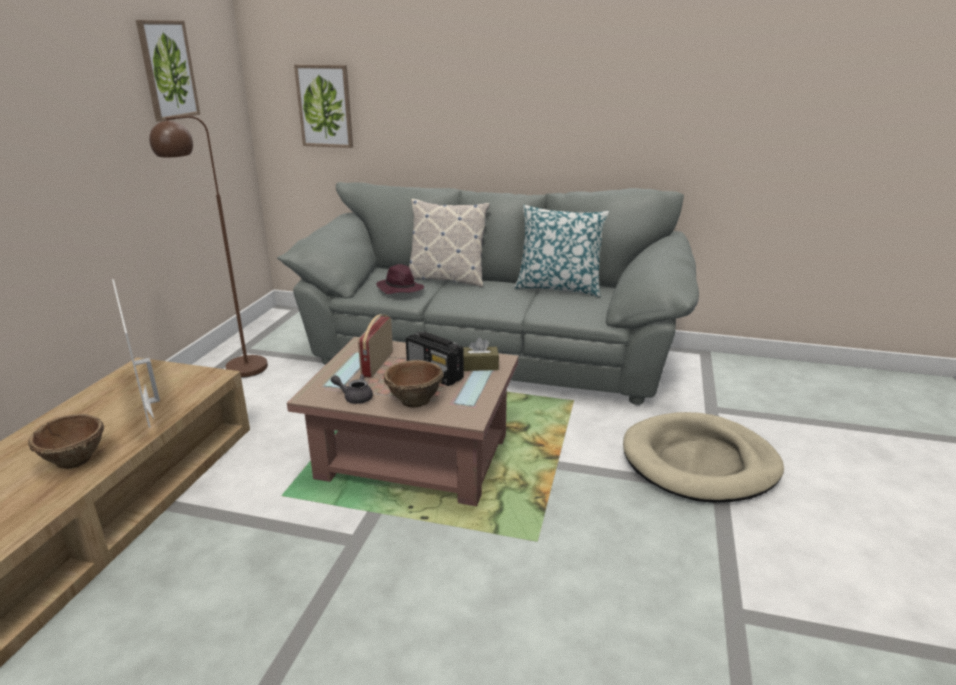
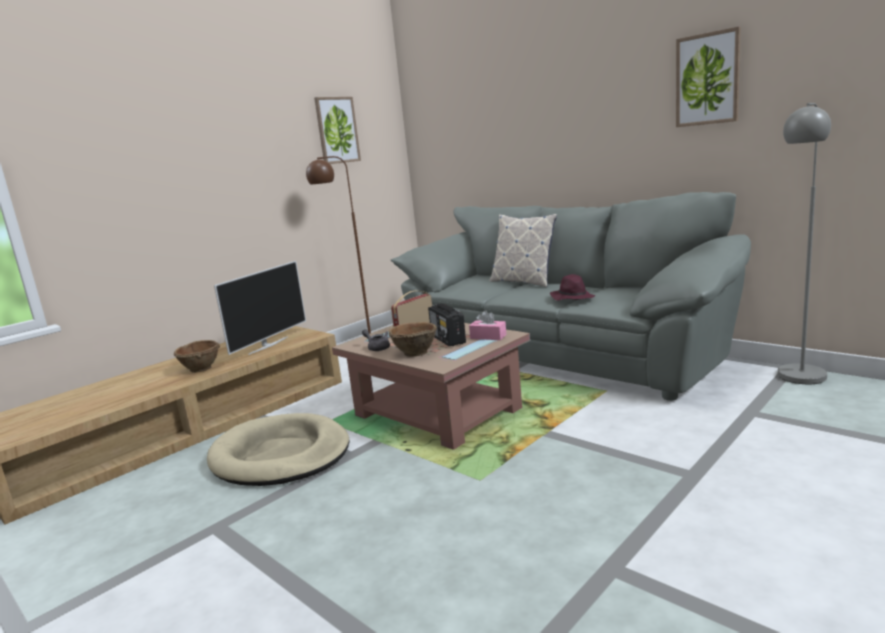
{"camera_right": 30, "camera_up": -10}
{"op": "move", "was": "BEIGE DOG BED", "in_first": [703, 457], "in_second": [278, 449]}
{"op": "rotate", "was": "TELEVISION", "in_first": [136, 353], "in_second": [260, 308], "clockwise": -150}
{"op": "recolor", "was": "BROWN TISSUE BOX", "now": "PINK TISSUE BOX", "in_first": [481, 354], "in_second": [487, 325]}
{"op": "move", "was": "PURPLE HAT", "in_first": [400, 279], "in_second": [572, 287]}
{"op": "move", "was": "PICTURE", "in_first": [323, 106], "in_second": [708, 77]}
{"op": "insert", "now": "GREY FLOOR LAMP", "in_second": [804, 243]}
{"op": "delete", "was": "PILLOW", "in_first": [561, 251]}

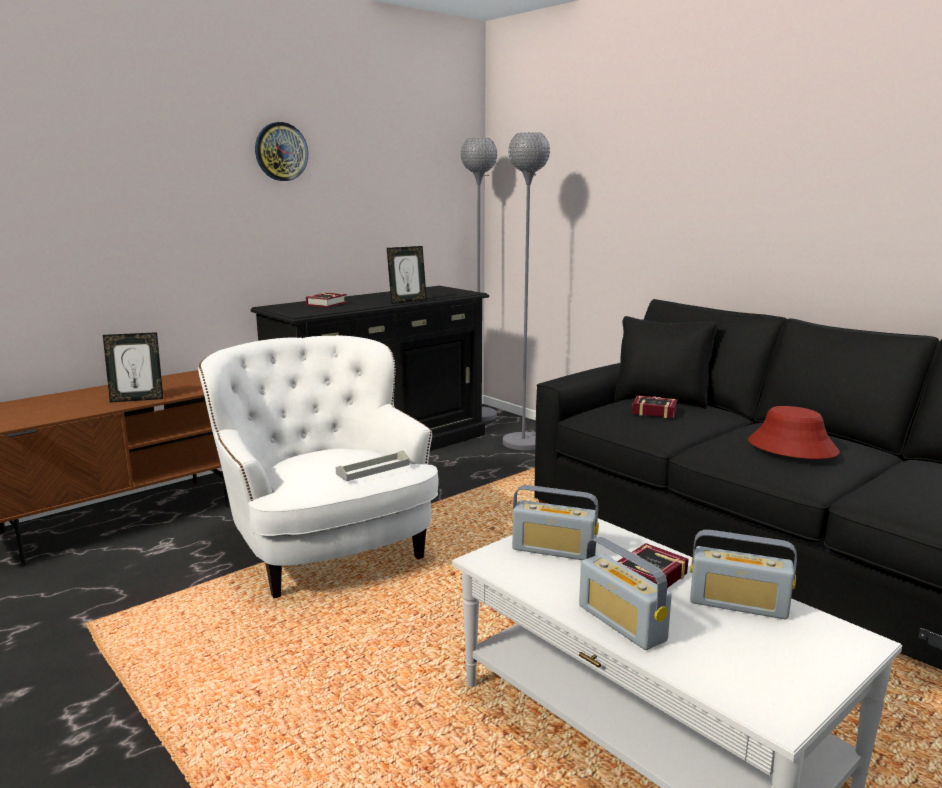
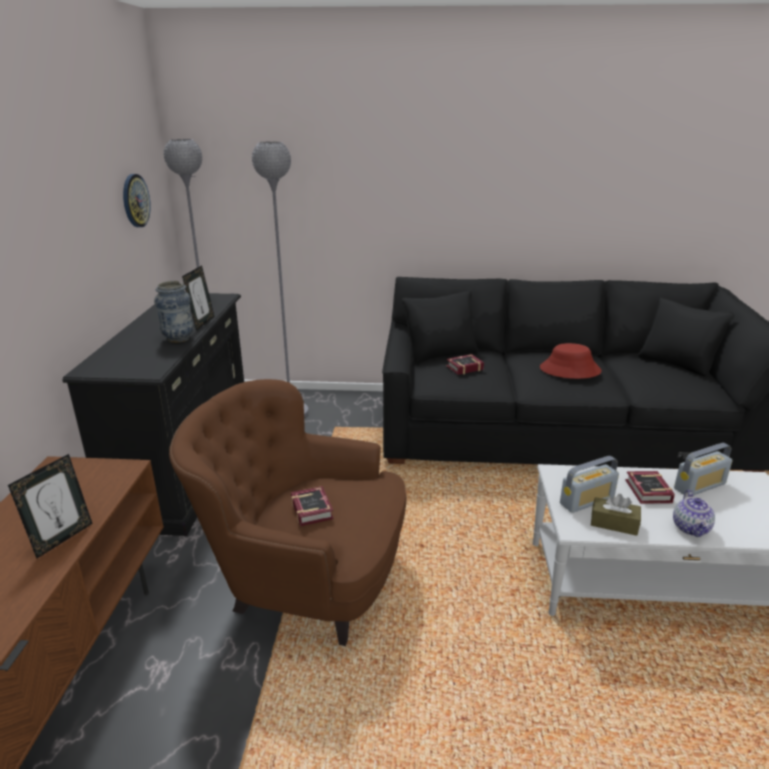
{"camera_right": -45, "camera_up": 10}
{"op": "move", "was": "WALL CLOCK", "in_first": [281, 151], "in_second": [137, 200]}
{"op": "insert", "now": "VASE", "in_second": [174, 312]}
{"op": "recolor", "was": "WHITE ARMCHAIR", "now": "BROWN ARMCHAIR", "in_first": [318, 467], "in_second": [287, 512]}
{"op": "move", "was": "BOOK", "in_first": [326, 300], "in_second": [312, 506]}
{"op": "insert", "now": "BROWN TISSUE BOX", "in_second": [616, 515]}
{"op": "replace", "was": "RADIO", "now": "TEAPOT", "in_first": [625, 593], "in_second": [694, 513]}
{"op": "delete", "was": "GREY TRAY", "in_first": [373, 465]}

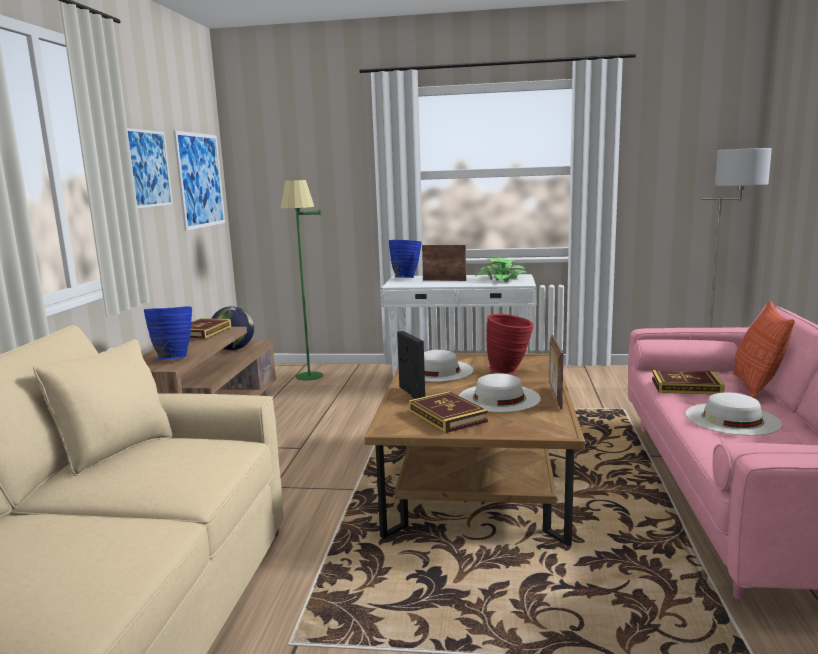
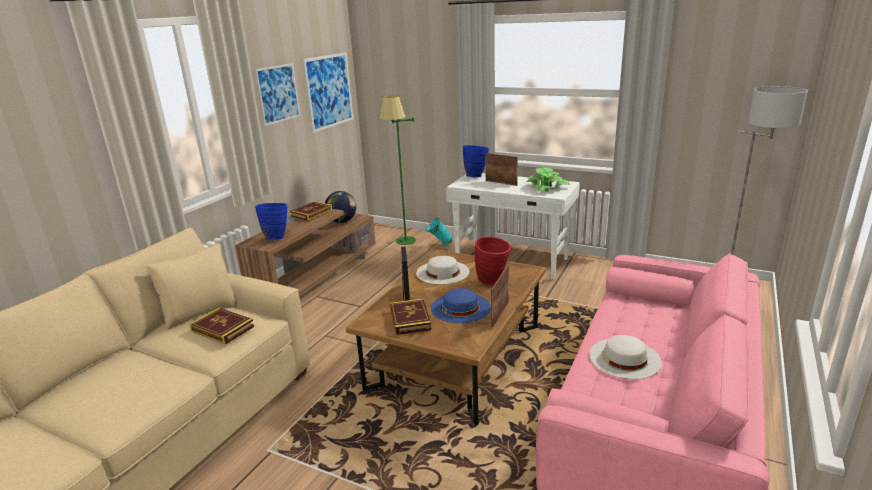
{"camera_right": 20, "camera_up": 10}
{"op": "move", "was": "BOOK", "in_first": [688, 382], "in_second": [221, 326]}
{"op": "insert", "now": "TURQUOISE VASE", "in_second": [440, 231]}
{"op": "recolor", "was": "WHITE HAT", "now": "BLUE HAT", "in_first": [500, 392], "in_second": [461, 305]}
{"op": "delete", "was": "ORANGE PILLOW", "in_first": [764, 350]}

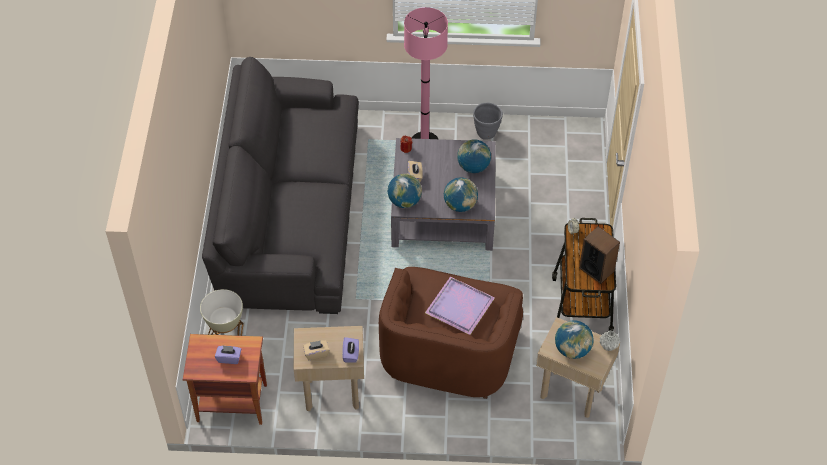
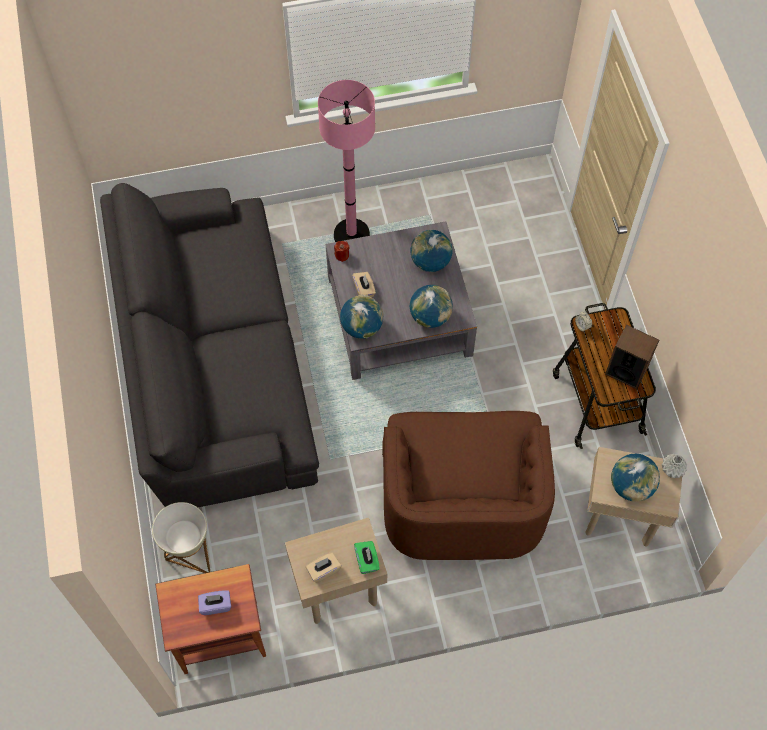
{"camera_right": -15, "camera_up": 10}
{"op": "recolor", "was": "PURPLE TISSUE BOX", "now": "GREEN TISSUE BOX", "in_first": [350, 350], "in_second": [367, 557]}
{"op": "delete", "was": "PURPLE TRAY", "in_first": [460, 306]}
{"op": "delete", "was": "GREY PLANTER", "in_first": [488, 121]}

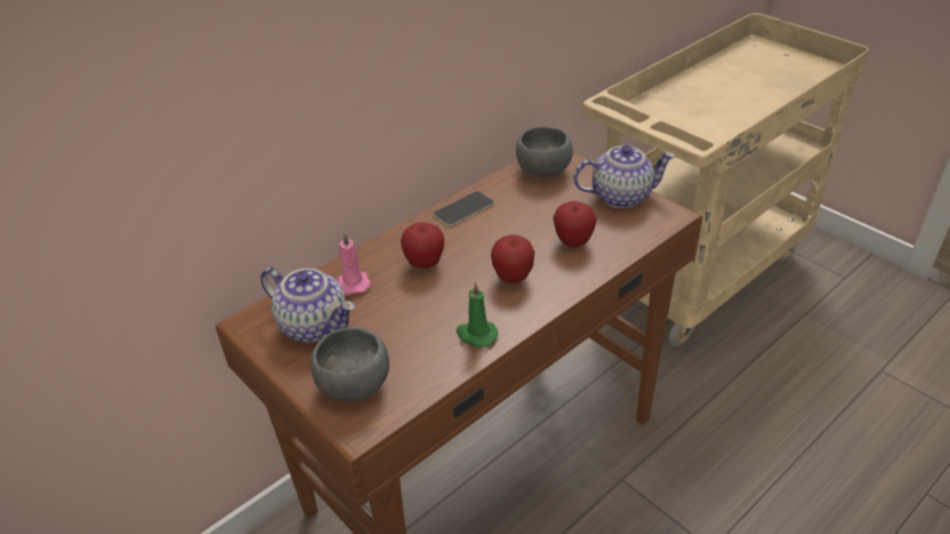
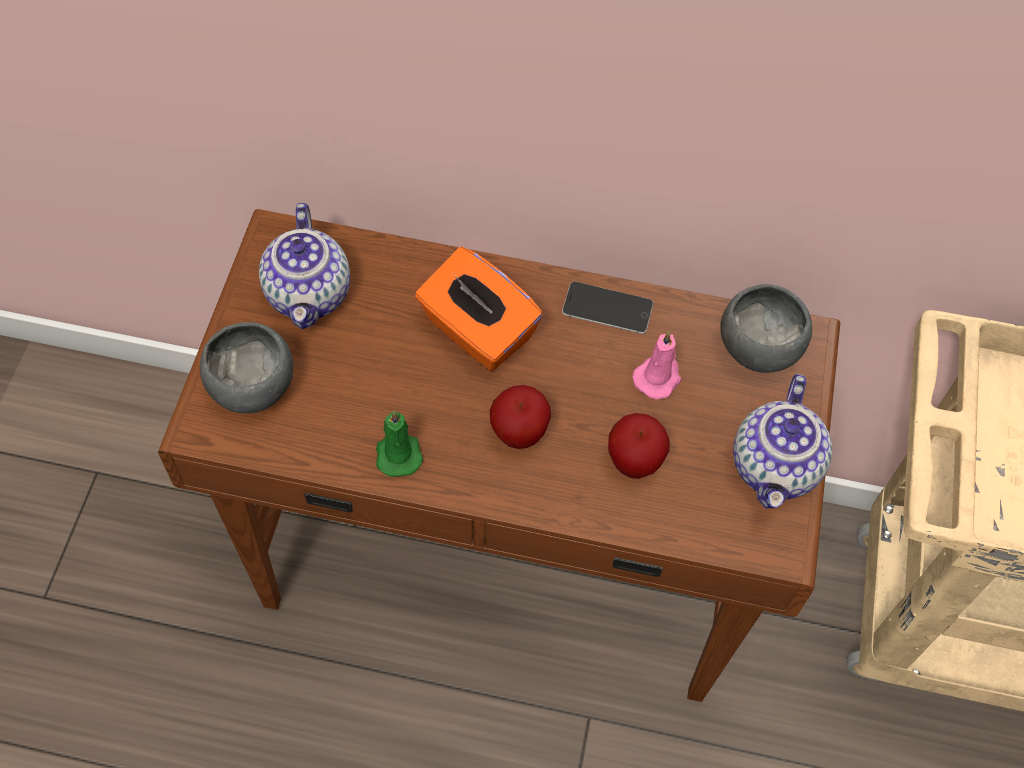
{"camera_right": 50, "camera_up": 20}
{"op": "replace", "was": "APPLE", "now": "ORANGE TISSUE BOX", "in_first": [423, 245], "in_second": [479, 309]}
{"op": "move", "was": "PINK CANDLE", "in_first": [354, 263], "in_second": [656, 365]}
{"op": "rotate", "was": "TEAPOT", "in_first": [624, 176], "in_second": [782, 441], "clockwise": 60}

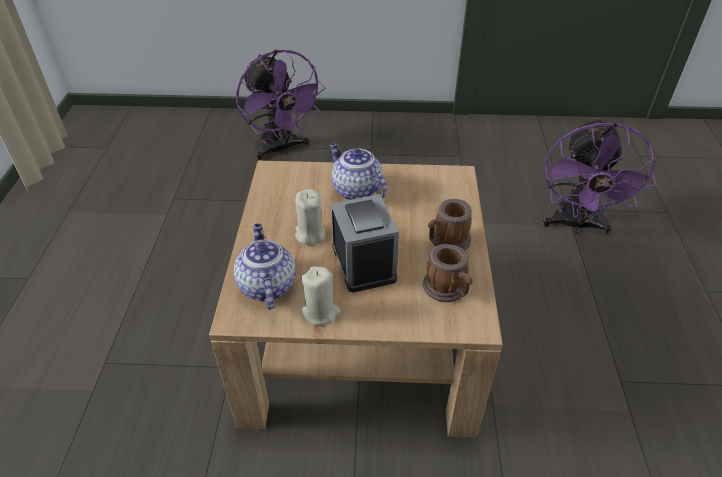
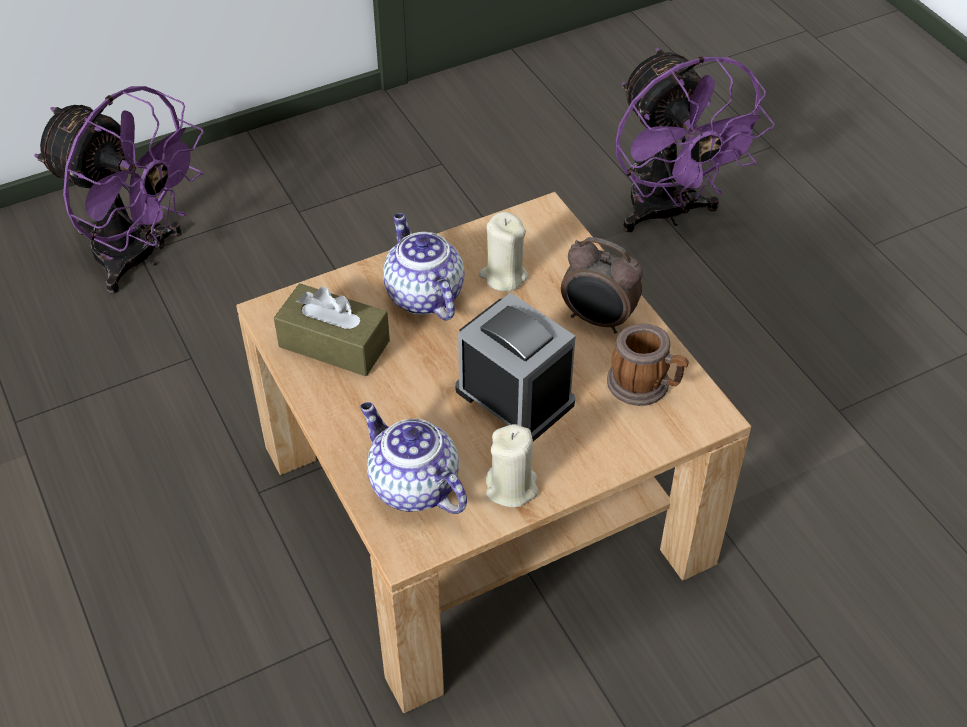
{"camera_right": -30, "camera_up": 5}
{"op": "insert", "now": "BROWN TISSUE BOX", "in_second": [332, 329]}
{"op": "rotate", "was": "TEAPOT", "in_first": [358, 171], "in_second": [424, 267], "clockwise": 45}
{"op": "move", "was": "BEIGE CANDLE", "in_first": [310, 217], "in_second": [504, 252]}
{"op": "replace", "was": "MUG", "now": "ALARM CLOCK", "in_first": [450, 224], "in_second": [602, 285]}

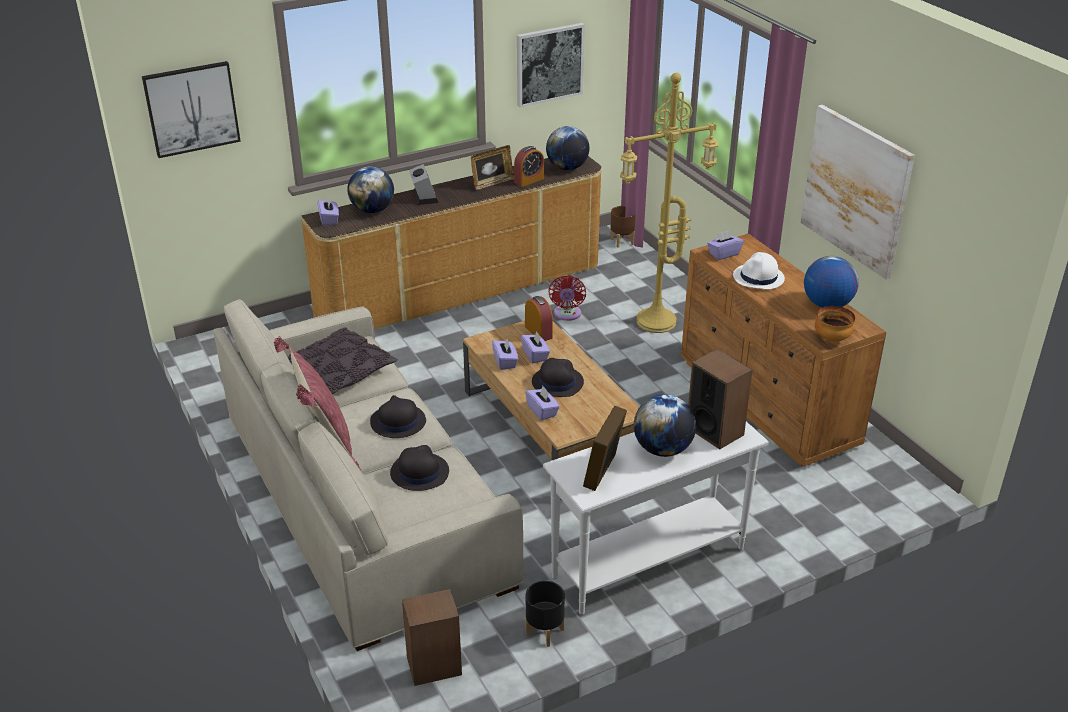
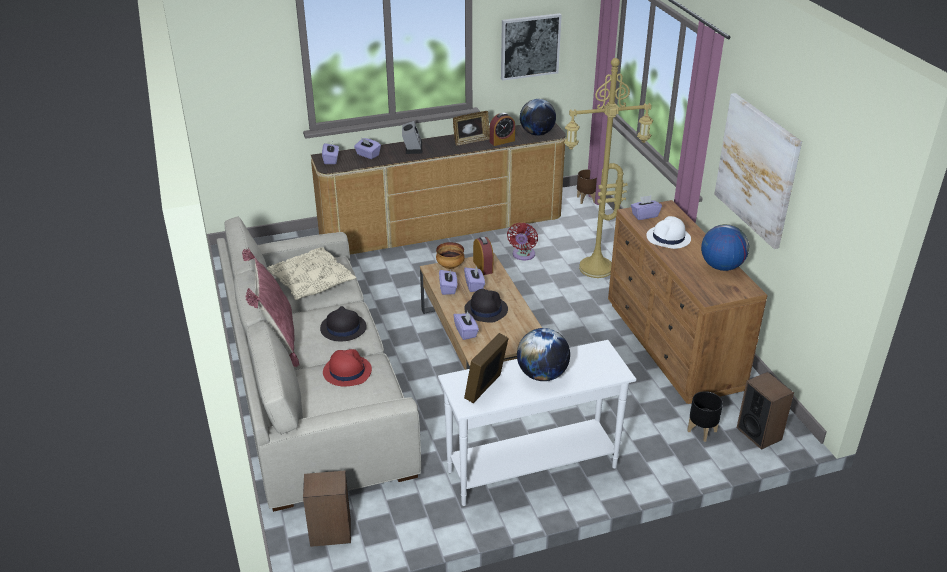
{"camera_right": 10, "camera_up": 0}
{"op": "recolor", "was": "BLACK PILLOW", "now": "BEIGE PILLOW", "in_first": [342, 360], "in_second": [311, 273]}
{"op": "recolor", "was": "BLACK HAT", "now": "RED HAT", "in_first": [419, 468], "in_second": [347, 367]}
{"op": "replace", "was": "GLOBE", "now": "PURPLE TISSUE BOX", "in_first": [370, 189], "in_second": [367, 148]}
{"op": "move", "was": "BOWL", "in_first": [835, 324], "in_second": [450, 255]}
{"op": "move", "was": "BLACK PLANTER", "in_first": [545, 614], "in_second": [705, 416]}
{"op": "move", "was": "SPEAKER", "in_first": [720, 399], "in_second": [765, 411]}
{"op": "delete", "was": "PICTURE", "in_first": [191, 109]}

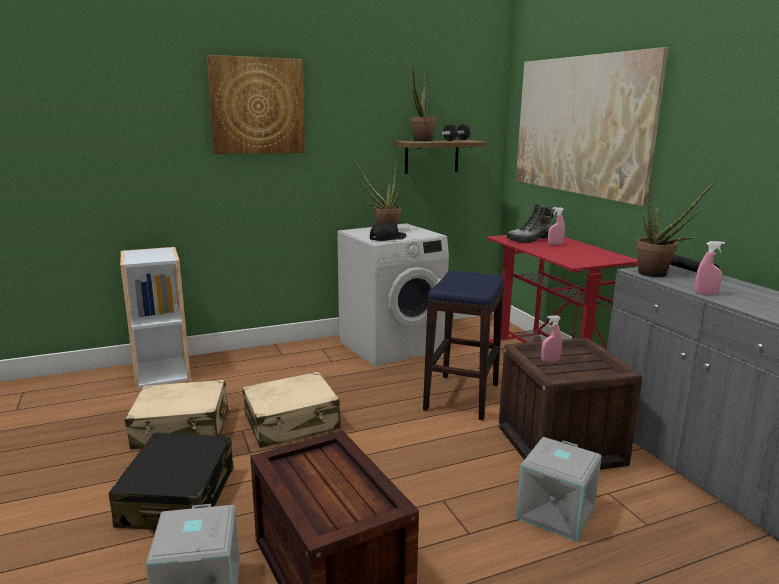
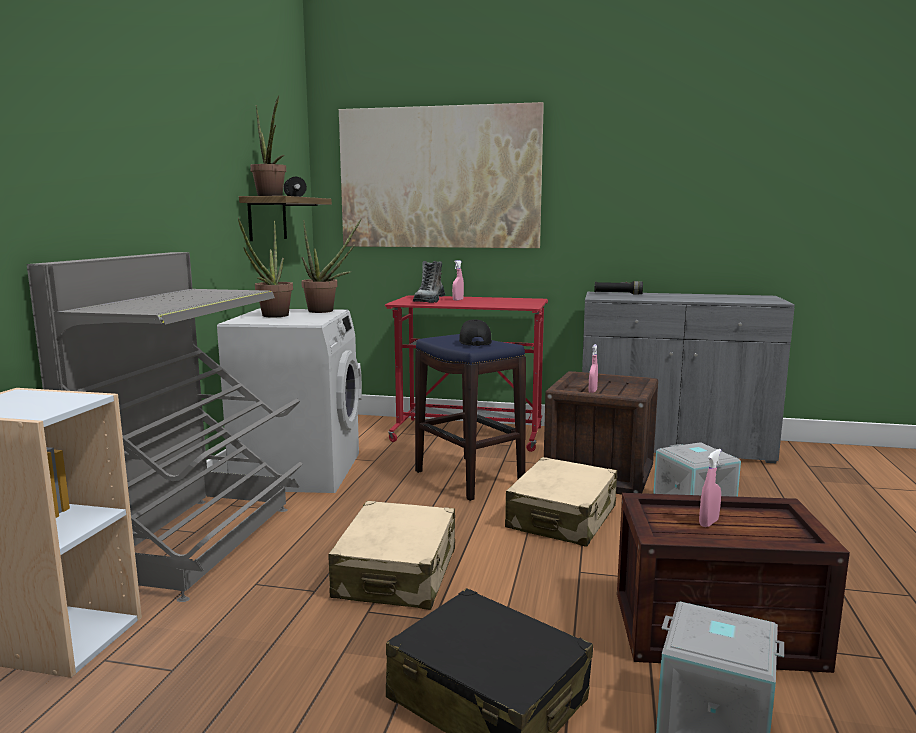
{"camera_right": -55, "camera_up": -5}
{"op": "insert", "now": "GREY SHOE RACK", "in_second": [164, 427]}
{"op": "move", "was": "POTTED PLANT", "in_first": [676, 226], "in_second": [331, 265]}
{"op": "move", "was": "BLACK CAP", "in_first": [388, 231], "in_second": [475, 333]}
{"op": "move", "was": "BEIGE SUITCASE", "in_first": [177, 415], "in_second": [561, 502]}
{"op": "move", "was": "PINK SPRAY BOTTLE", "in_first": [710, 268], "in_second": [710, 488]}
{"op": "delete", "was": "PICTURE", "in_first": [256, 104]}

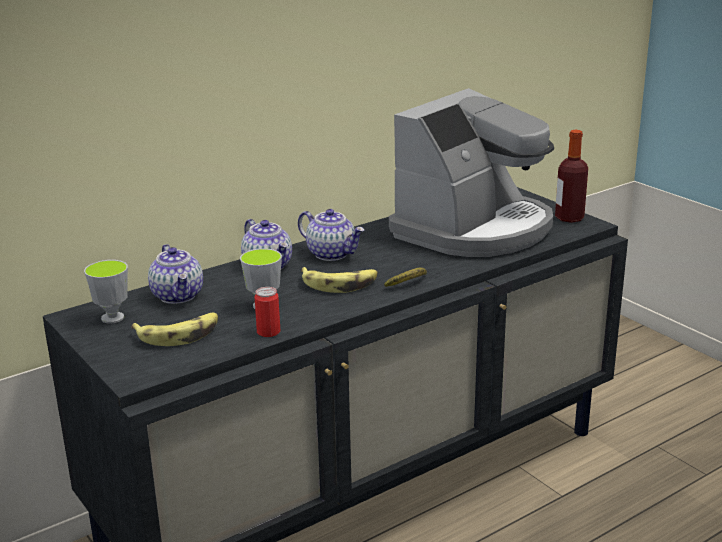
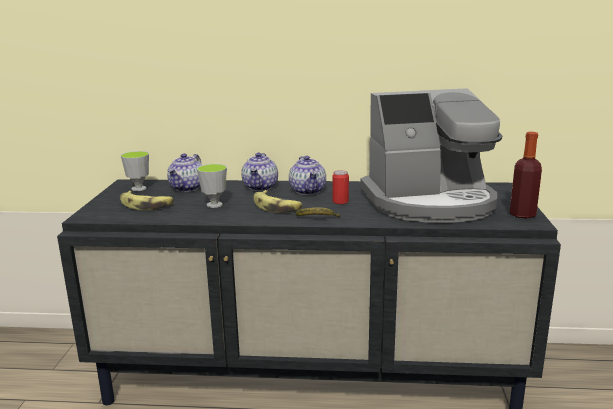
{"camera_right": 40, "camera_up": -5}
{"op": "move", "was": "CAN", "in_first": [267, 312], "in_second": [340, 187]}

